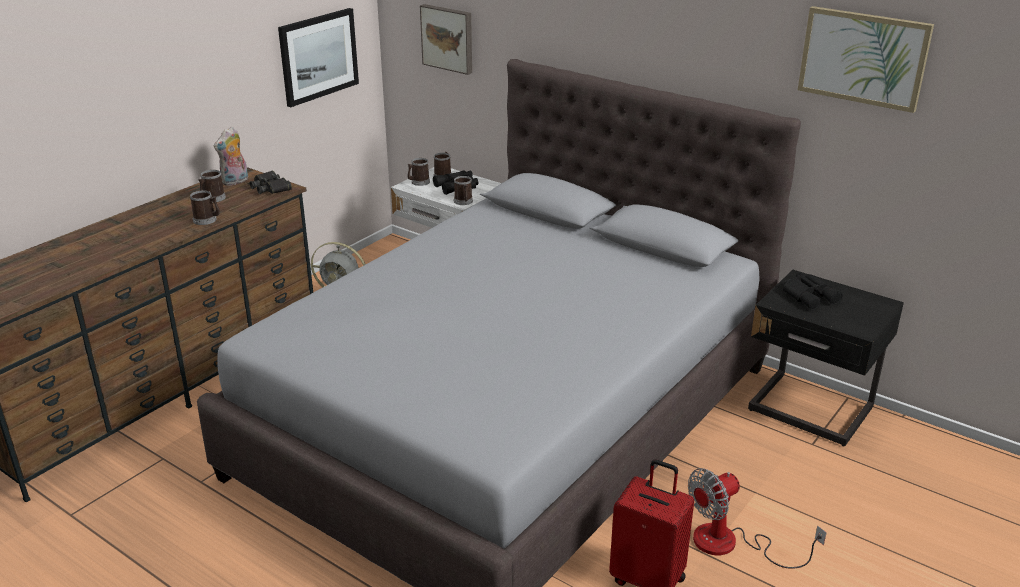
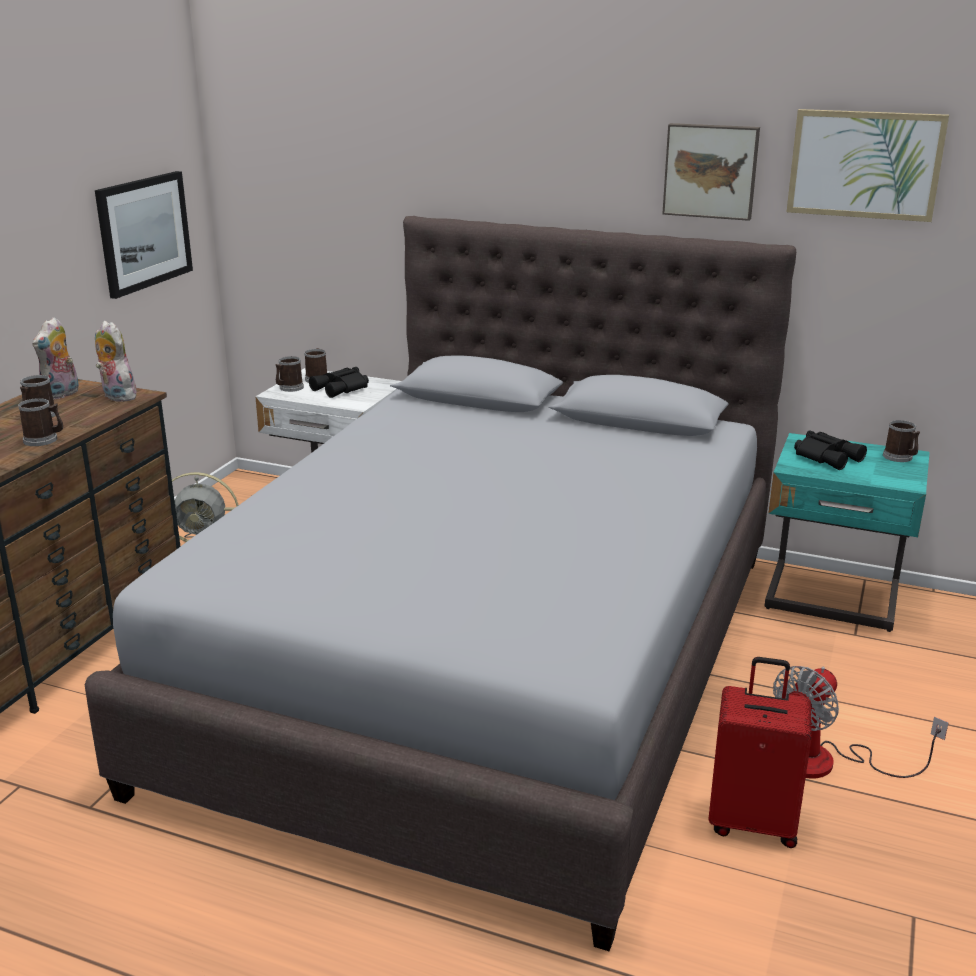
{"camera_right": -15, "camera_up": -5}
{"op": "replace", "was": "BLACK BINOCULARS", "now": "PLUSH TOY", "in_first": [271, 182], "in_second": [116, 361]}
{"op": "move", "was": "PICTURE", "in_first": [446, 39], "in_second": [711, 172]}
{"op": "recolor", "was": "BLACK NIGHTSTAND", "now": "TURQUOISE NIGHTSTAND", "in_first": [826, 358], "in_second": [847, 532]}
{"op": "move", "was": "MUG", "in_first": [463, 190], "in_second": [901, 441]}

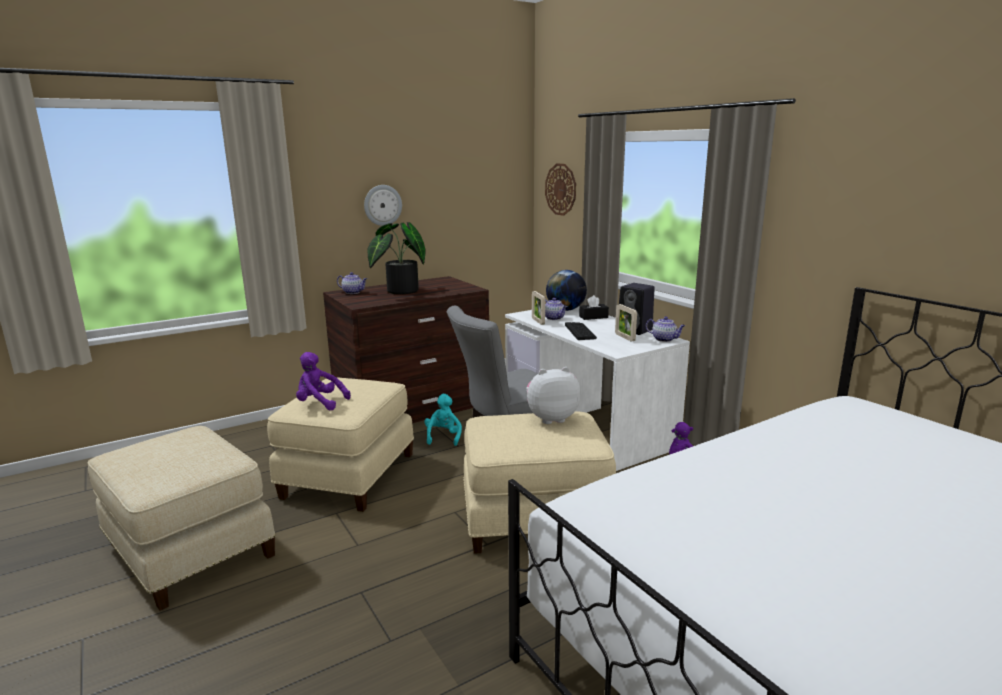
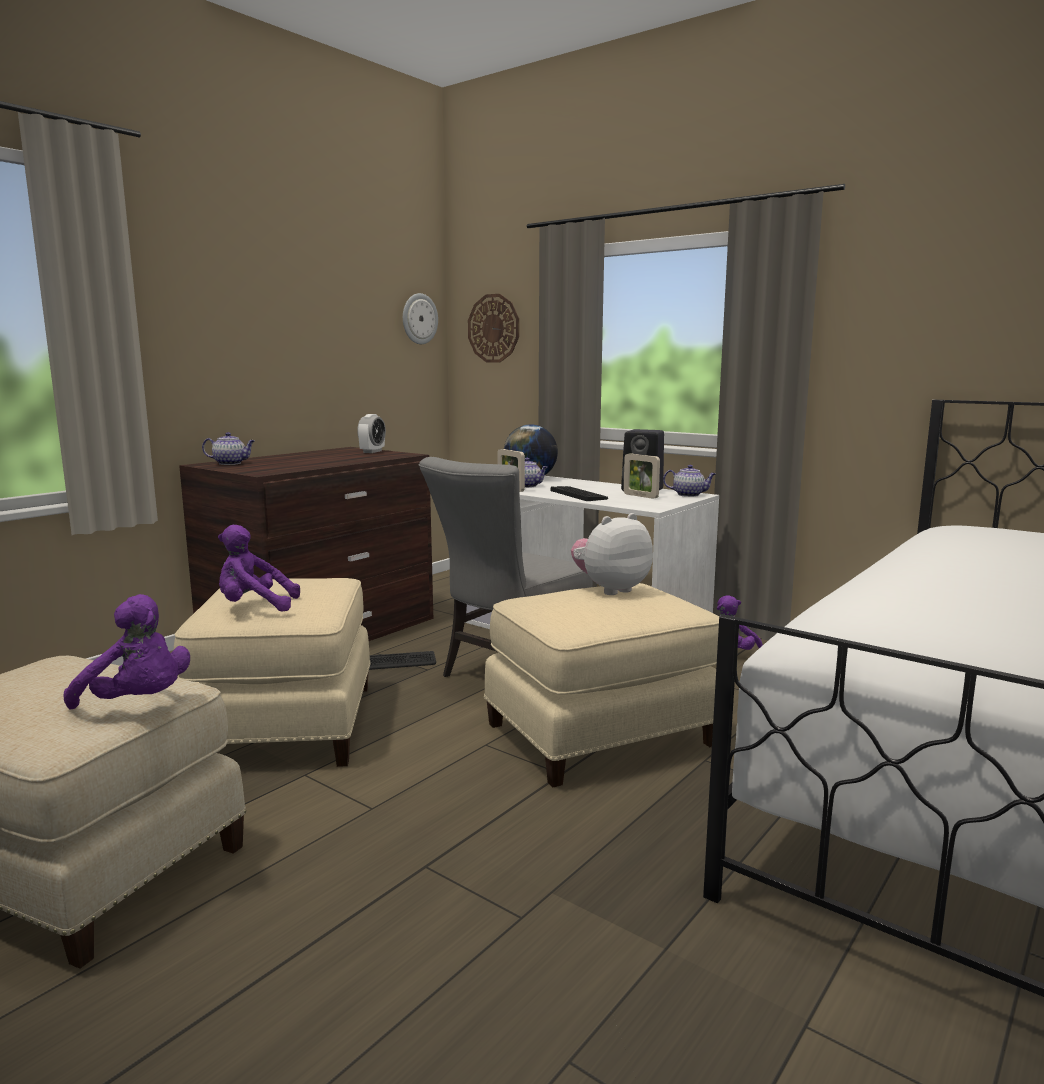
{"camera_right": -20, "camera_up": -5}
{"op": "insert", "now": "PURPLE PLUSH TOY", "in_second": [127, 652]}
{"op": "insert", "now": "ALARM CLOCK", "in_second": [371, 433]}
{"op": "replace", "was": "TURQUOISE PLUSH TOY", "now": "KEYBOARD", "in_first": [443, 420], "in_second": [402, 660]}
{"op": "move", "was": "WALL CLOCK", "in_first": [383, 205], "in_second": [420, 318]}
{"op": "delete", "was": "POTTED PLANT", "in_first": [397, 258]}
{"op": "delete", "was": "BLACK TISSUE BOX", "in_first": [594, 307]}

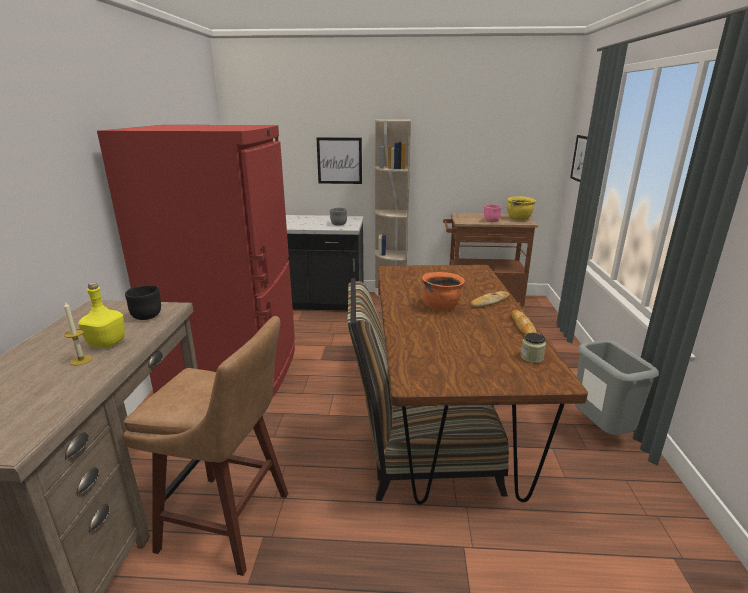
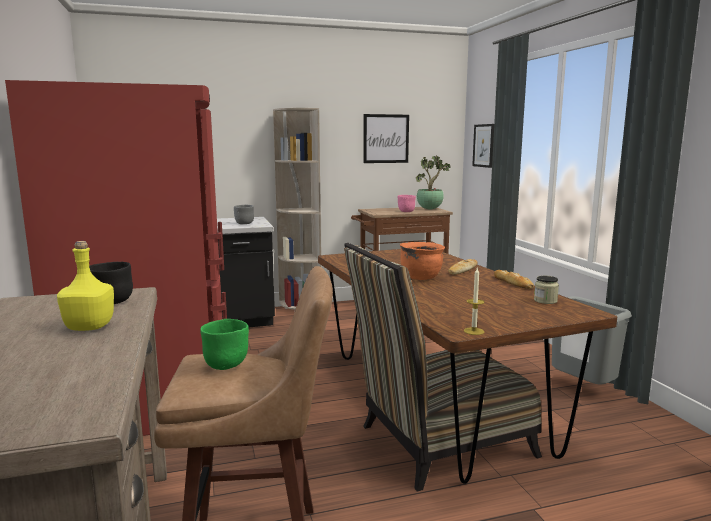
{"camera_right": -20, "camera_up": -10}
{"op": "insert", "now": "GREEN BOWL", "in_second": [224, 344]}
{"op": "move", "was": "PICTURE", "in_first": [339, 160], "in_second": [386, 138]}
{"op": "replace", "was": "YELLOW COOKING POT", "now": "POTTED PLANT", "in_first": [521, 208], "in_second": [433, 183]}
{"op": "move", "was": "CANDLE", "in_first": [78, 333], "in_second": [474, 301]}

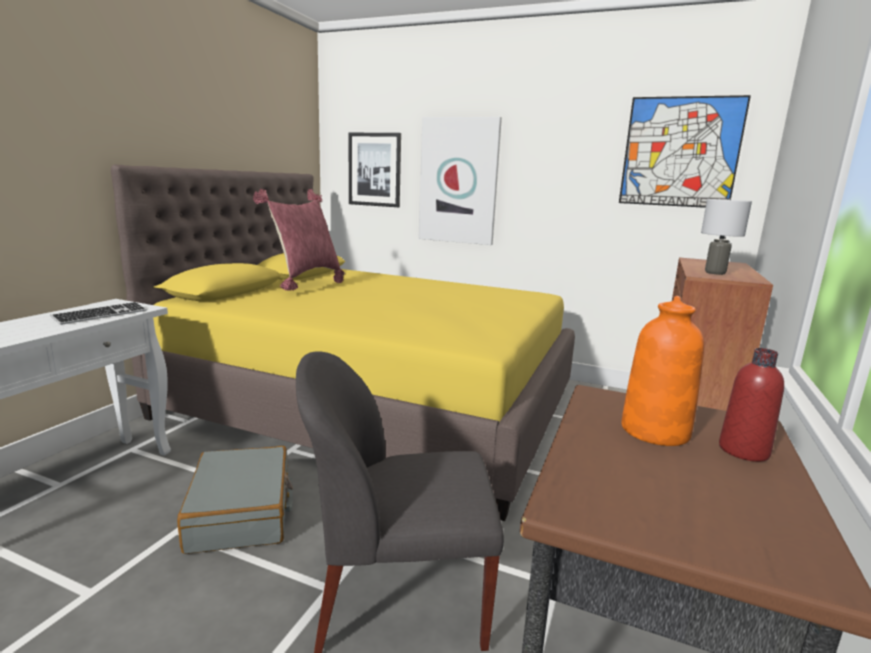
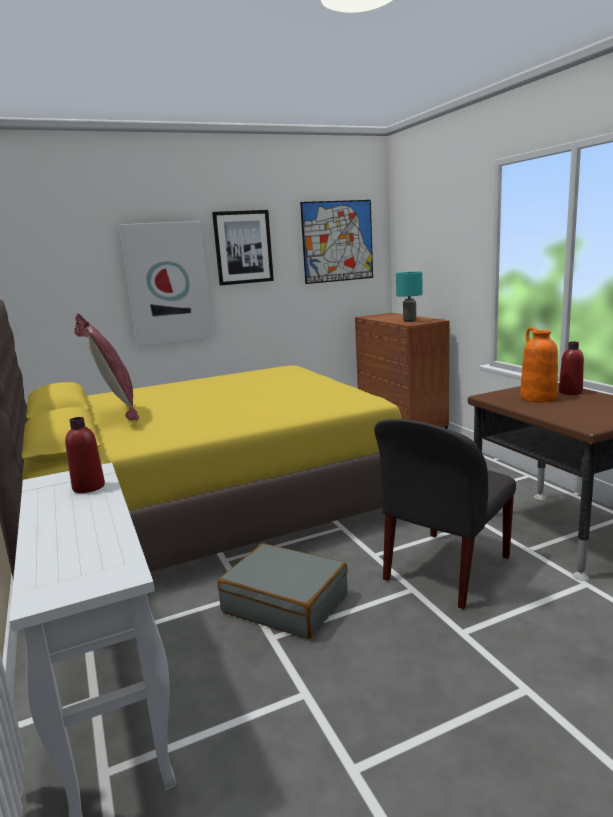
{"camera_right": -45, "camera_up": 0}
{"op": "replace", "was": "KEYBOARD", "now": "RED BOTTLE", "in_first": [98, 313], "in_second": [85, 455]}
{"op": "move", "was": "PICTURE", "in_first": [375, 170], "in_second": [243, 247]}
{"op": "recolor", "was": "WHITE TABLE LAMP", "now": "TURQUOISE TABLE LAMP", "in_first": [726, 236], "in_second": [409, 297]}

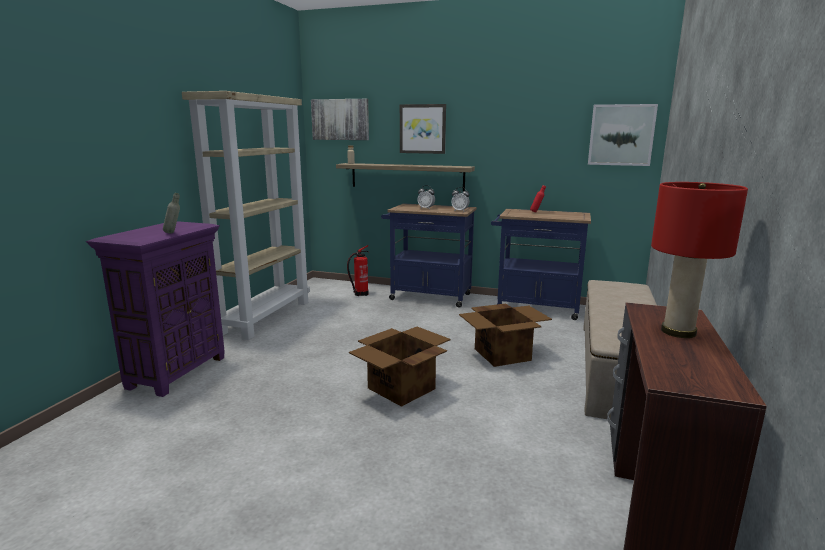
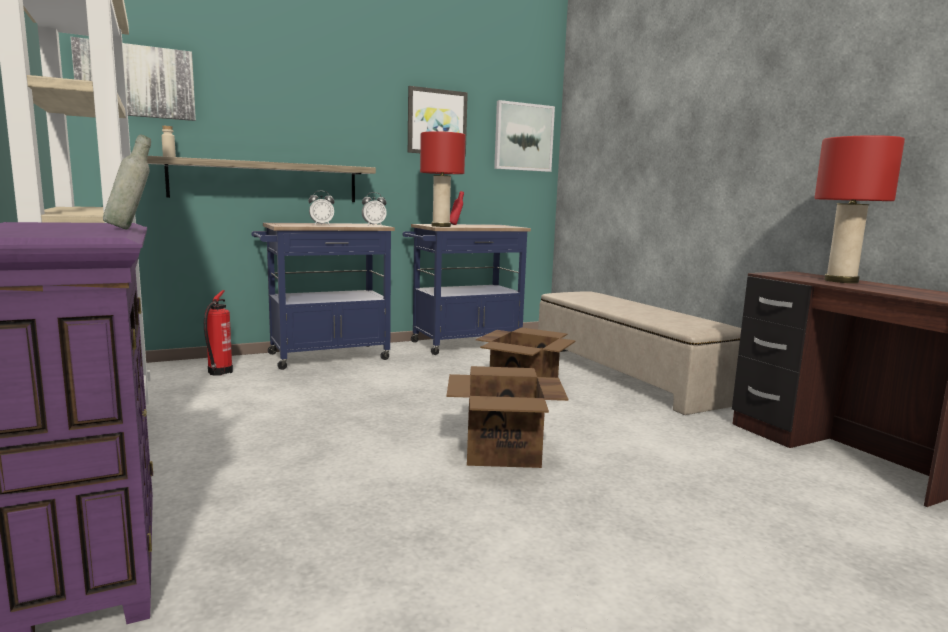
{"camera_right": -45, "camera_up": -5}
{"op": "move", "was": "PICTURE", "in_first": [423, 129], "in_second": [438, 121]}
{"op": "insert", "now": "RED TABLE LAMP", "in_second": [443, 179]}

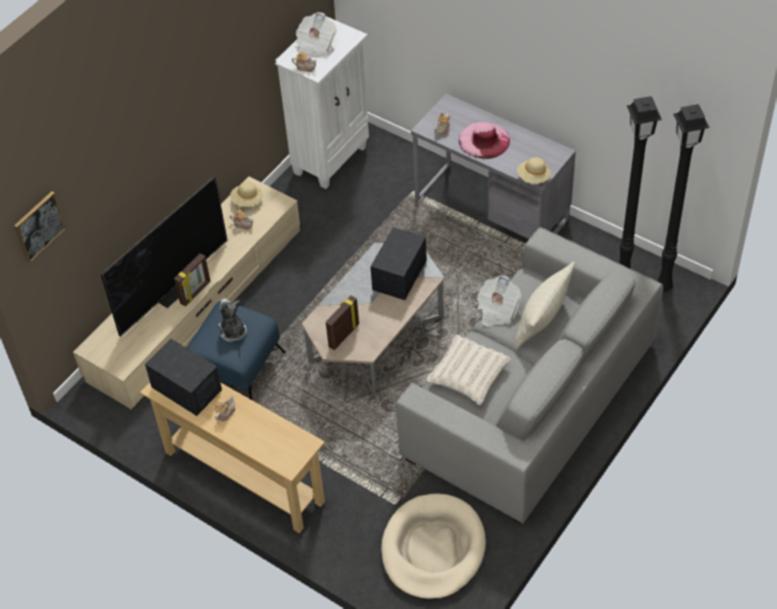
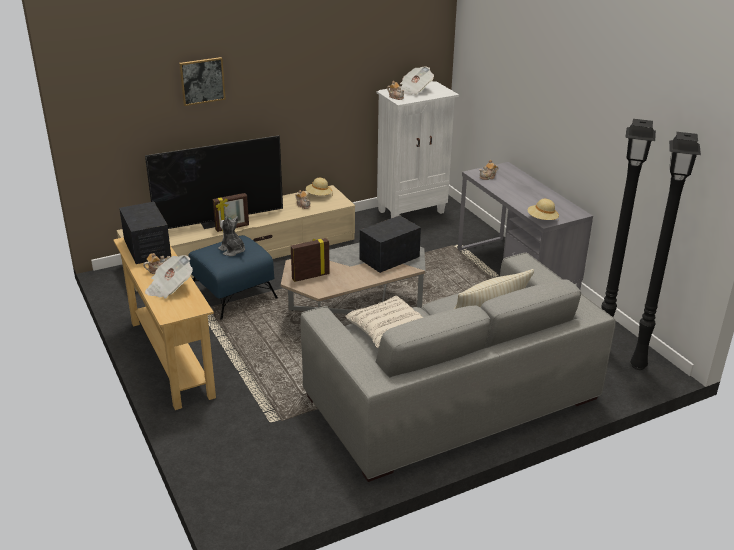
{"camera_right": 25, "camera_up": -20}
{"op": "move", "was": "NEWSPAPER", "in_first": [499, 300], "in_second": [169, 276]}
{"op": "move", "was": "PICTURE", "in_first": [40, 227], "in_second": [202, 81]}
{"op": "rotate", "was": "PLUSH TOY", "in_first": [232, 320], "in_second": [231, 236], "clockwise": -45}
{"op": "delete", "was": "BEIGE DOG BED", "in_first": [433, 547]}
{"op": "delete", "was": "PINK HAT", "in_first": [484, 140]}

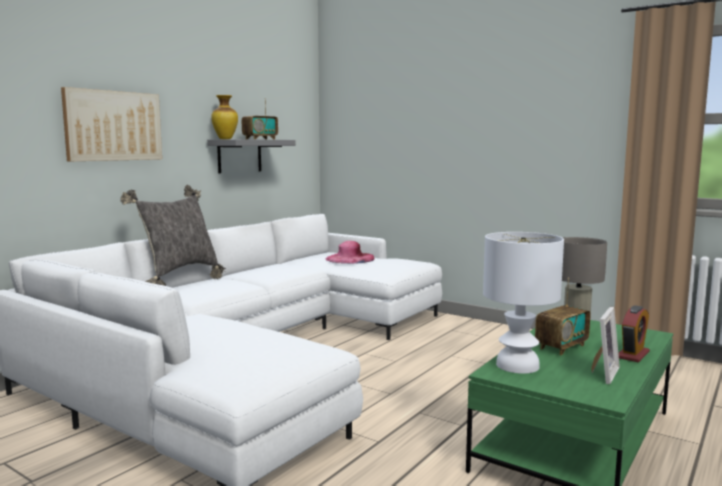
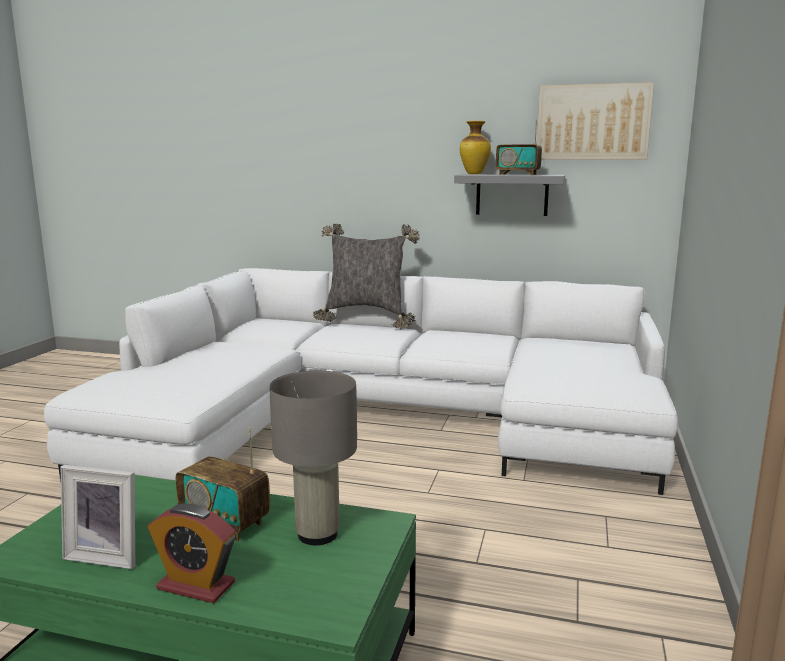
{"camera_right": 70, "camera_up": 5}
{"op": "move", "was": "PICTURE", "in_first": [111, 124], "in_second": [595, 121]}
{"op": "delete", "was": "PINK HAT", "in_first": [350, 252]}
{"op": "delete", "was": "WHITE TABLE LAMP", "in_first": [523, 303]}

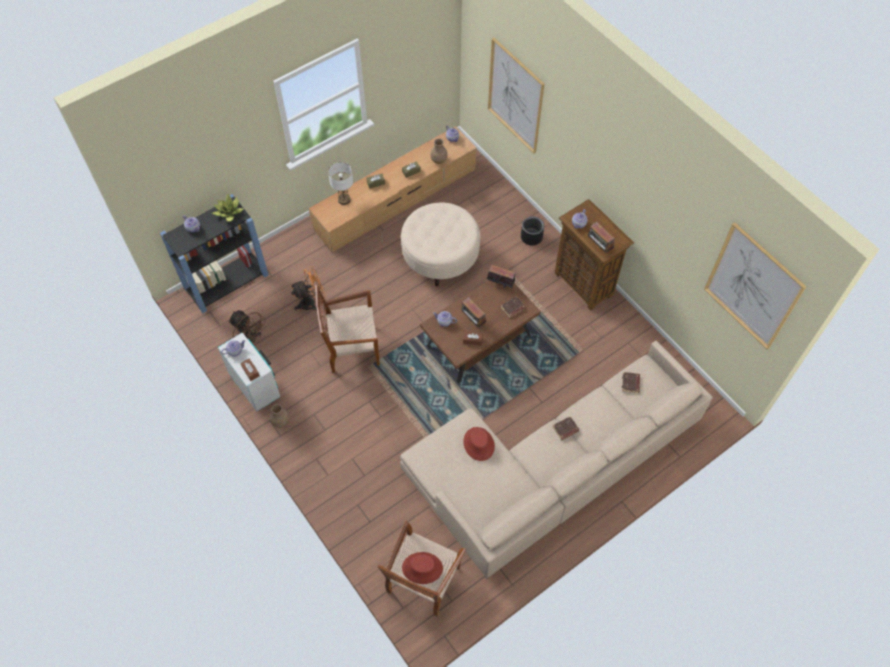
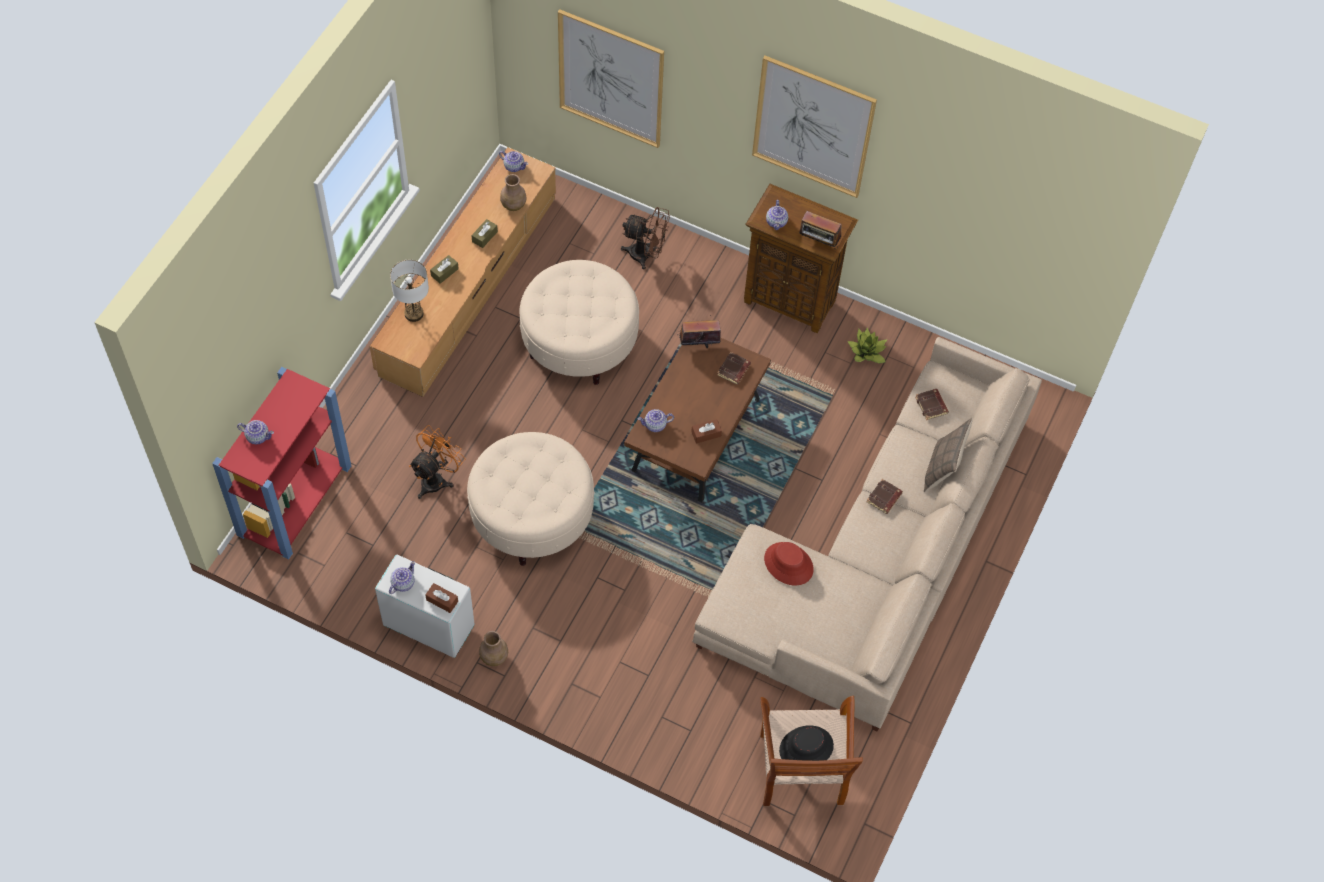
{"camera_right": -30, "camera_up": 0}
{"op": "recolor", "was": "BLACK BOOKCASE", "now": "RED BOOKCASE", "in_first": [214, 253], "in_second": [281, 463]}
{"op": "replace", "was": "BROWN ARMCHAIR", "now": "BEIGE OTTOMAN", "in_first": [347, 329], "in_second": [531, 499]}
{"op": "move", "was": "BROWN FAN", "in_first": [247, 326], "in_second": [645, 238]}
{"op": "move", "was": "PICTURE", "in_first": [755, 285], "in_second": [814, 126]}
{"op": "recolor", "was": "RED HAT", "now": "BLACK HAT", "in_first": [422, 568], "in_second": [806, 743]}
{"op": "move", "was": "POTTED PLANT", "in_first": [228, 208], "in_second": [867, 345]}
{"op": "insert", "now": "PILLOW", "in_second": [948, 455]}
{"op": "delete", "was": "RADIO", "in_first": [474, 313]}
{"op": "delete", "was": "BLACK PLANTER", "in_first": [532, 231]}

